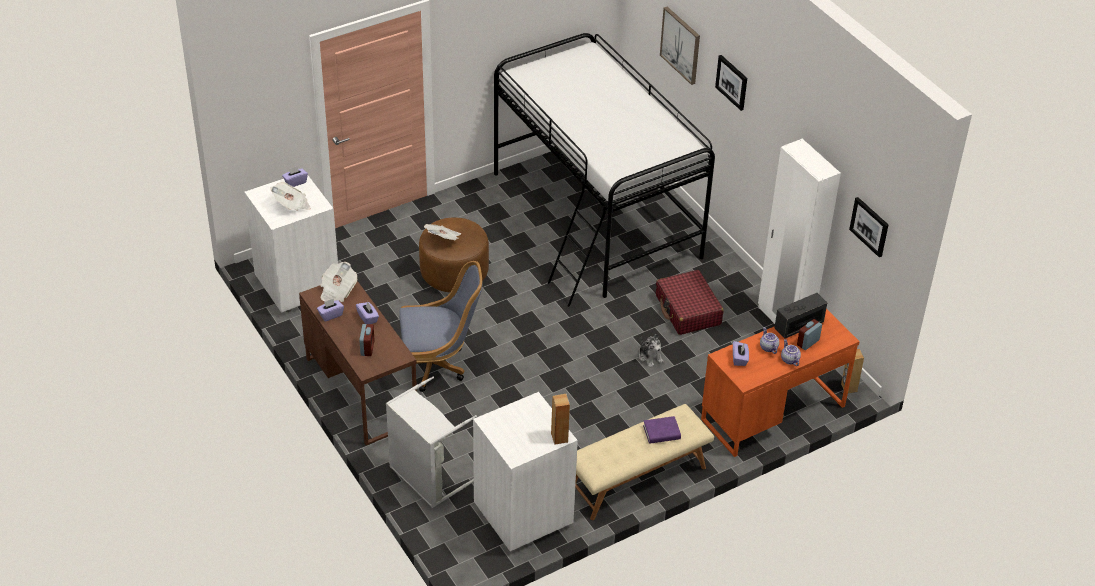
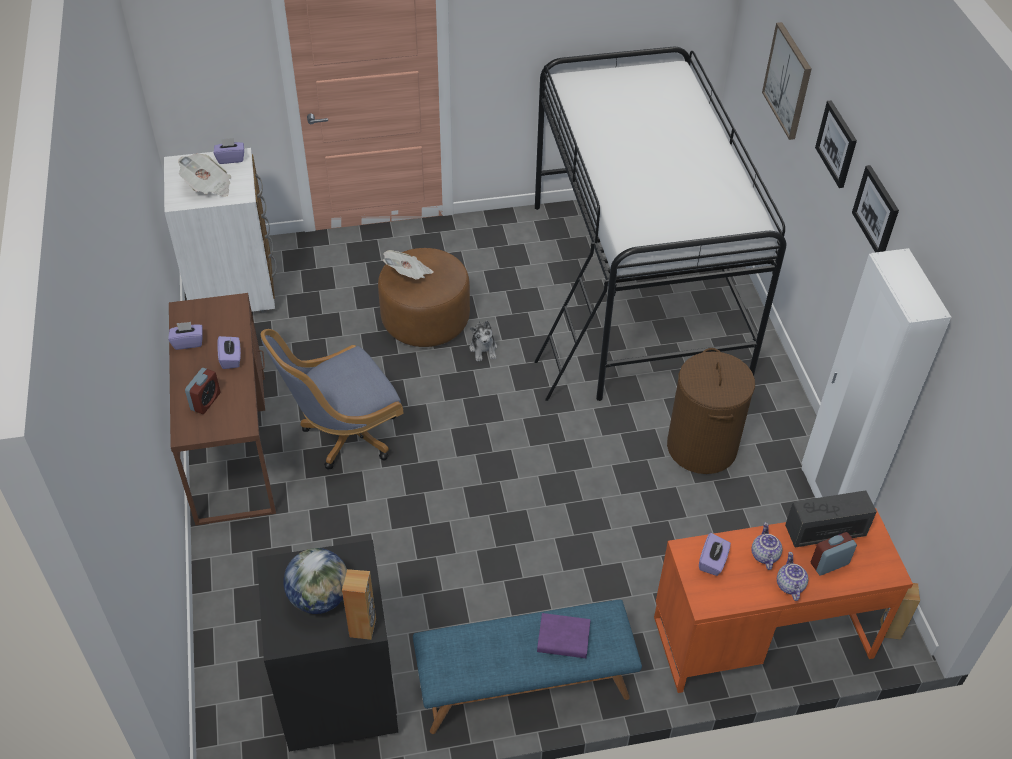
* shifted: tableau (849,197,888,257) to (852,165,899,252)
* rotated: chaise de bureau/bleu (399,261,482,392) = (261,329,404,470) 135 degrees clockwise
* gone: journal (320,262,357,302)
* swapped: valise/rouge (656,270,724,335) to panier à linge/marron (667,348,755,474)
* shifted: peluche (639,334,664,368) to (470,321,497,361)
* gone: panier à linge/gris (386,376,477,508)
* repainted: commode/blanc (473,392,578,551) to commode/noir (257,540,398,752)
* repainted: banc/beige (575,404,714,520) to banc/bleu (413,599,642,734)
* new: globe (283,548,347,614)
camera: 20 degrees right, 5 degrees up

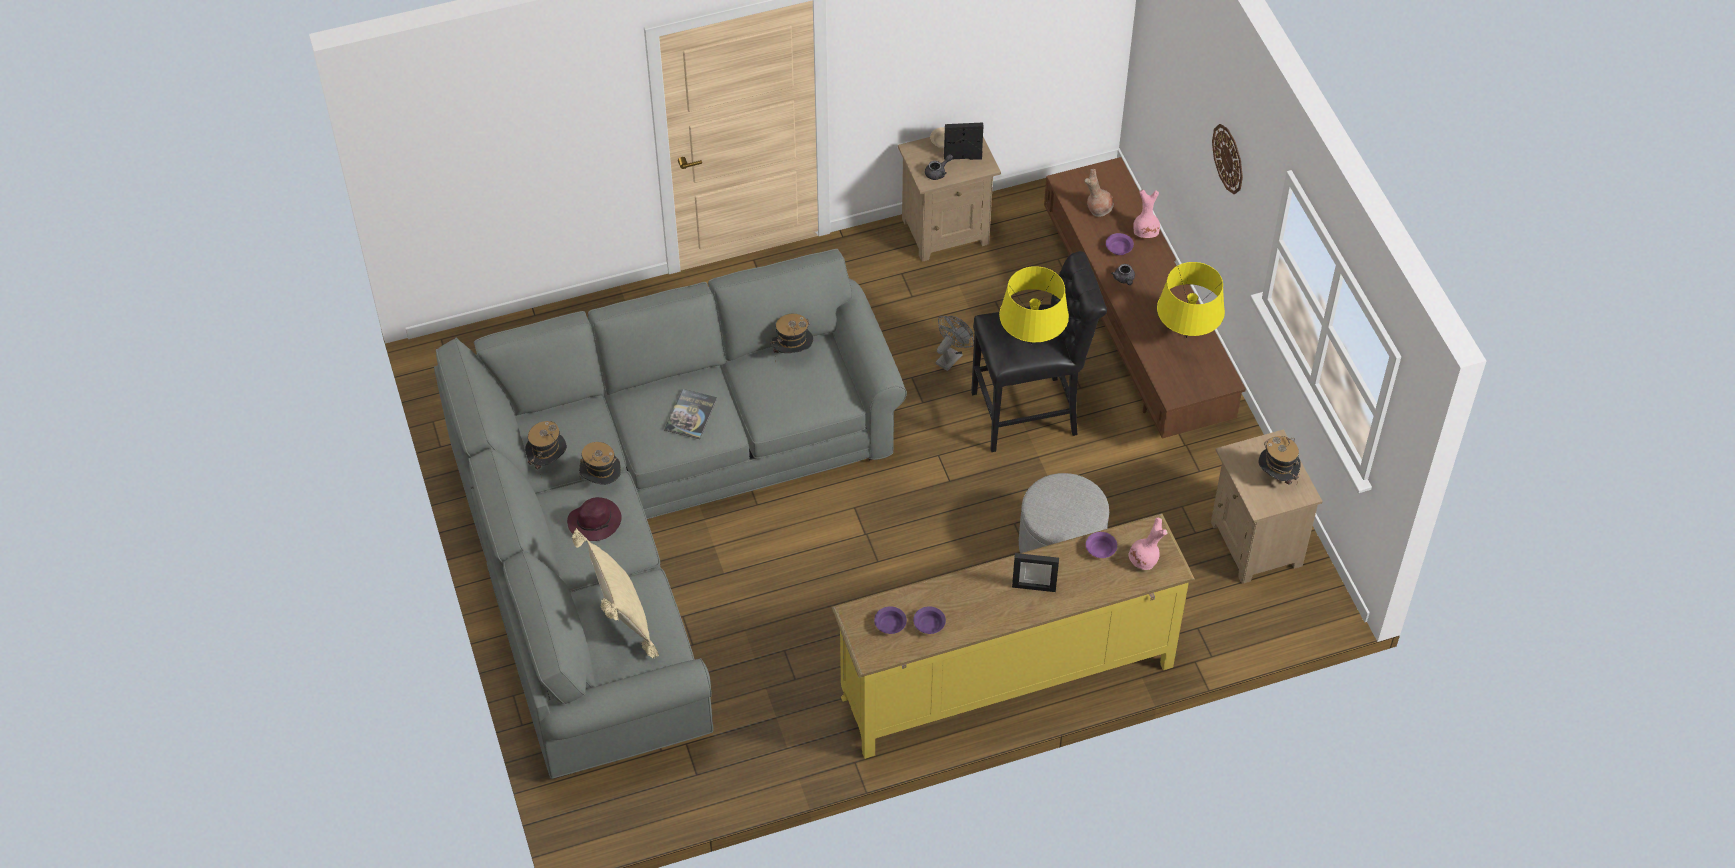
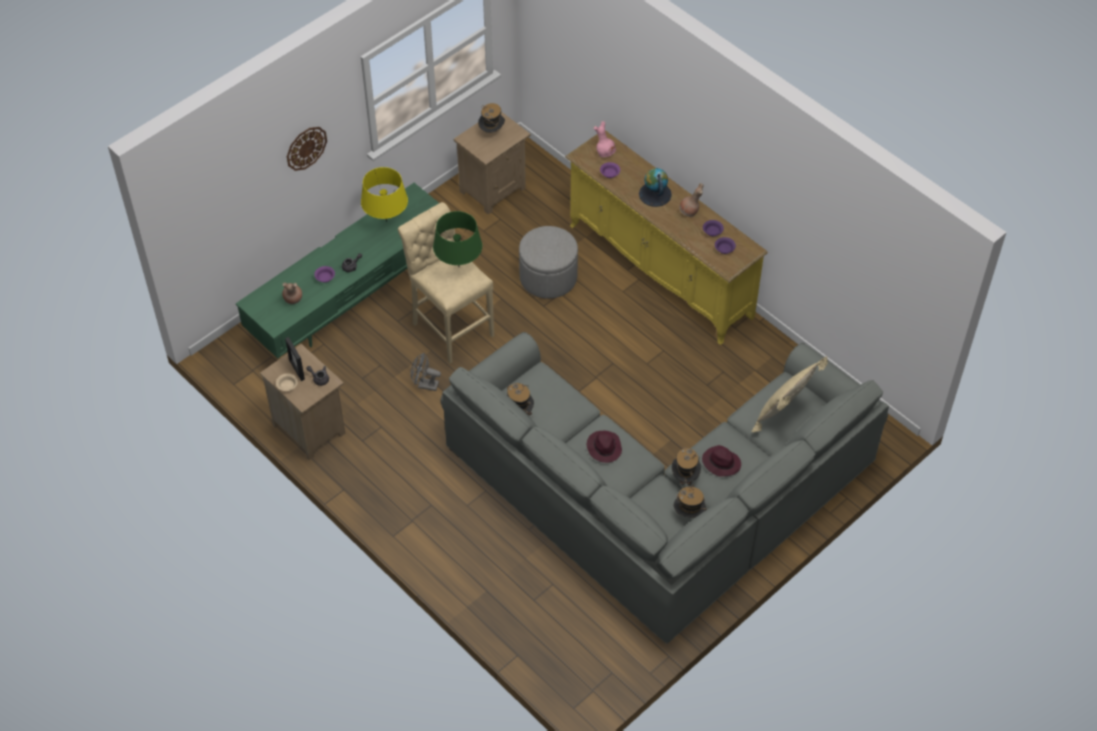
* repainted: meuble télé/marron (1044,157,1246,439) to meuble télé/vert (236,183,439,358)
* gone: vase/rose (1133,189,1160,238)
* repainted: tabouret/noir (971,251,1107,452) to tabouret/beige (398,202,494,364)
* repainted: lampe de table/jaune (999,266,1069,345) to lampe de table/vert (433,211,482,265)
* swapped: livre (664,389,717,439) to chapeau/violet (587,431,622,463)
* swapped: cadre photo (1012,553,1059,592) to globe (639,168,672,207)
* new: vase/marron (679,183,704,217)
camera: 115 degrees left, 0 degrees up

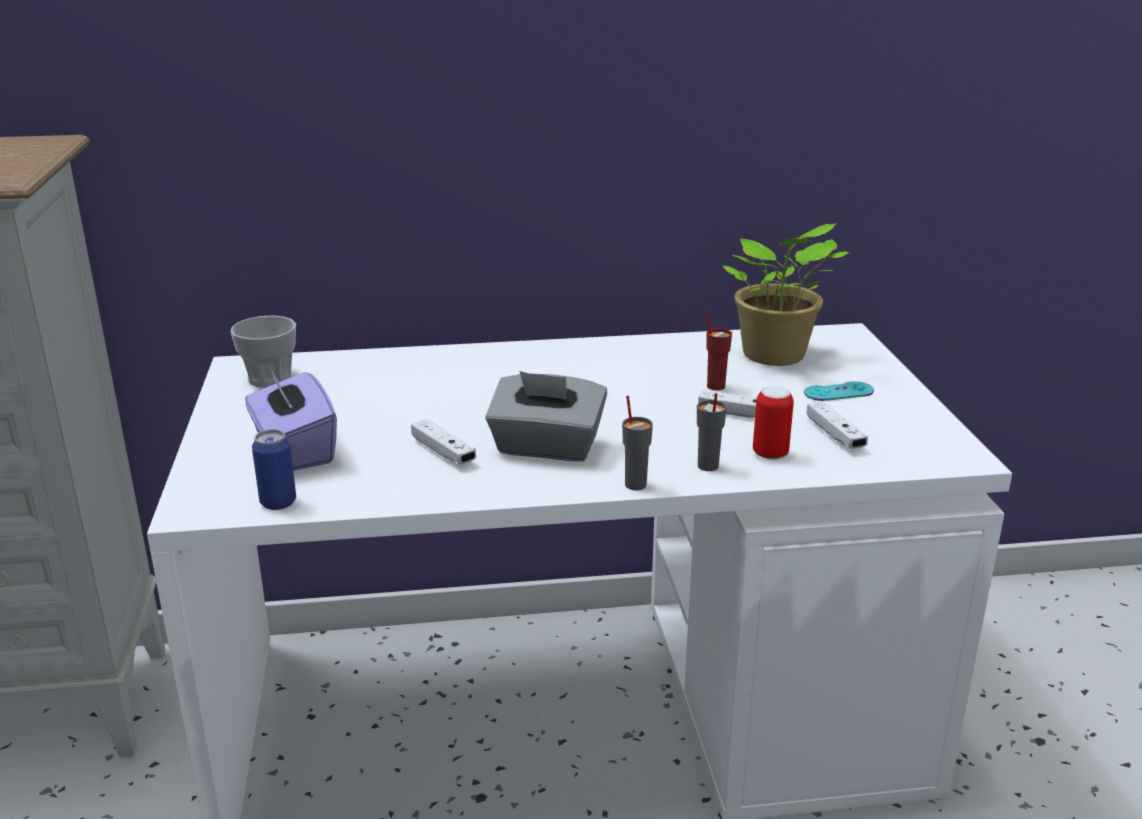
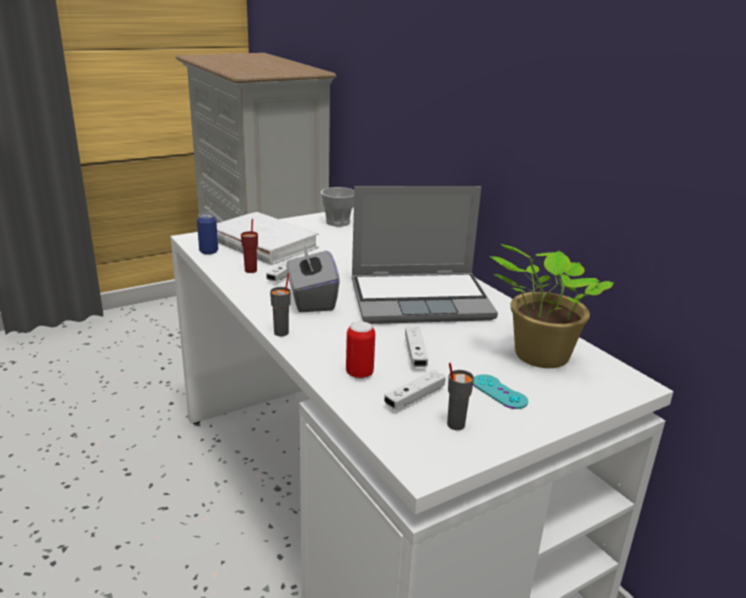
* shifted: tasse/rouge (706,311,732,391) to (241,219,258,273)
* swapped: boîte à mouchoirs/violet (245,365,337,471) to livre/blanc (217,212,319,265)
* shifted: tasse/gris (697,393,727,471) to (447,363,474,430)
* new: ordinateur portable (352,186,498,324)
camera: 65 degrees right, 0 degrees up

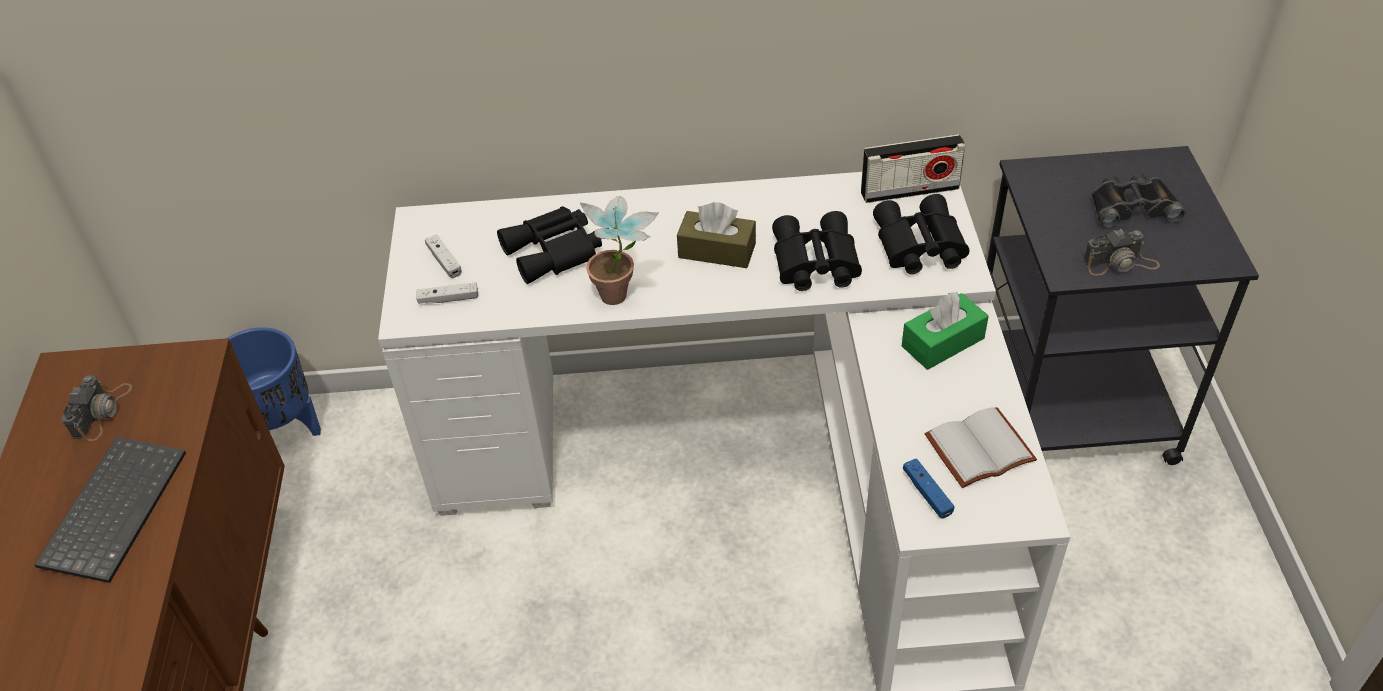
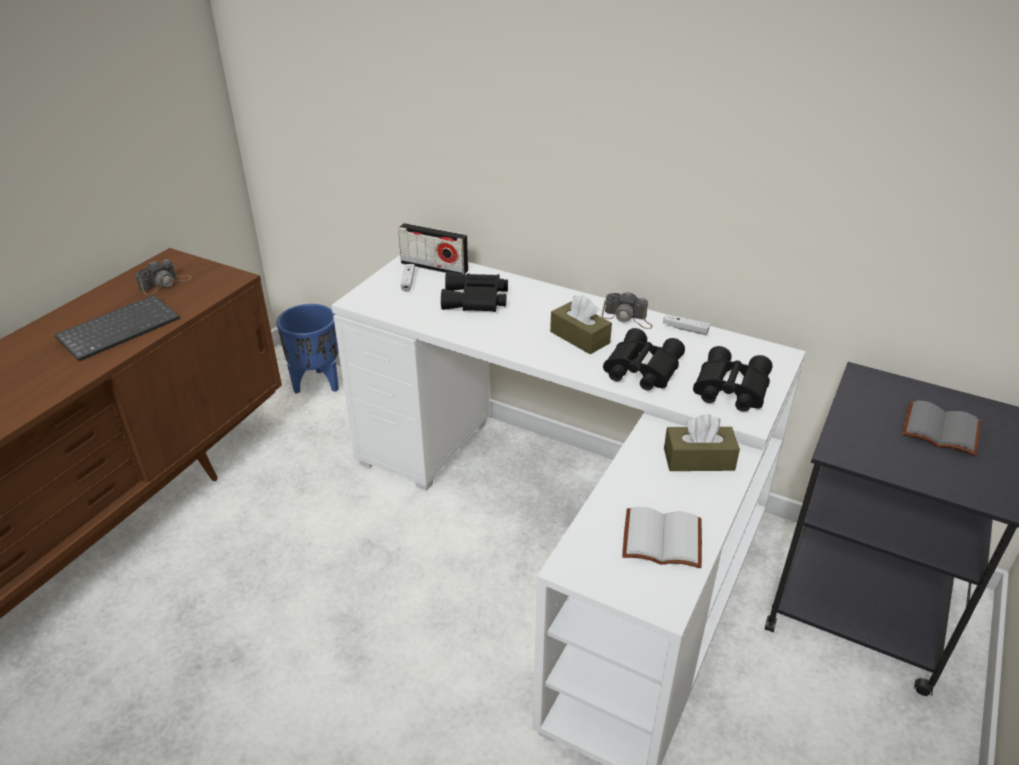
* shifted: radio (861,134,965,203) to (398,223,469,274)
* swapped: jumelles/noir (1092,173,1186,228) to livre/gris (902,400,981,456)
* gone: plante en pot (580,196,659,305)
* shifted: appareil photo (1083,229,1160,276) to (601,291,653,329)
* shifted: manette/blanc (416,282,478,304) to (663,314,710,335)
* repainted: boîte à mouchoirs/vert (902,292,989,370) to boîte à mouchoirs/marron (664,414,740,471)
* gone: manette/bleu (903,458,955,519)
camera: 30 degrees right, 10 degrees down

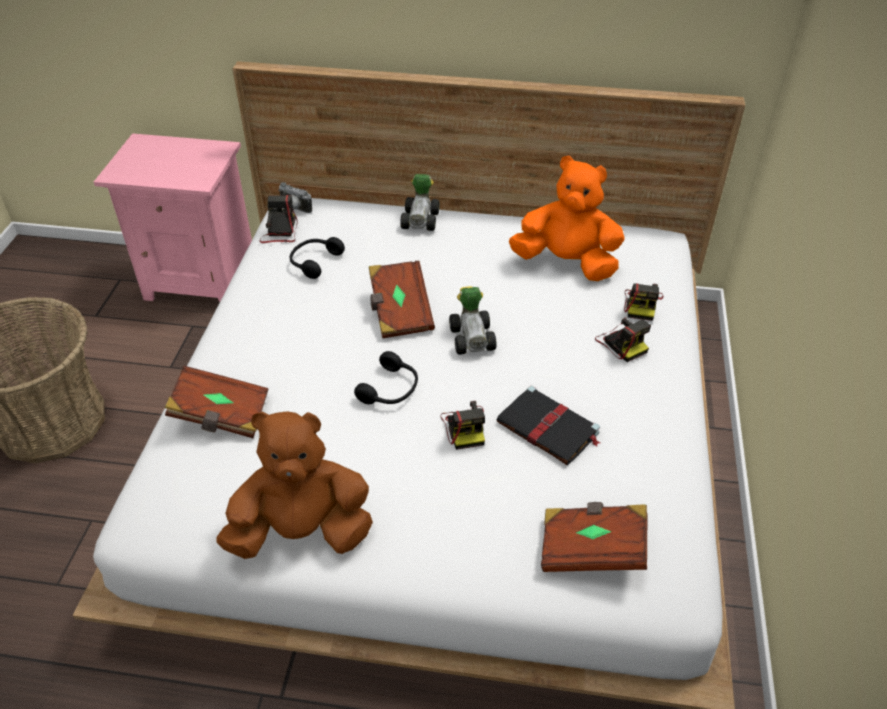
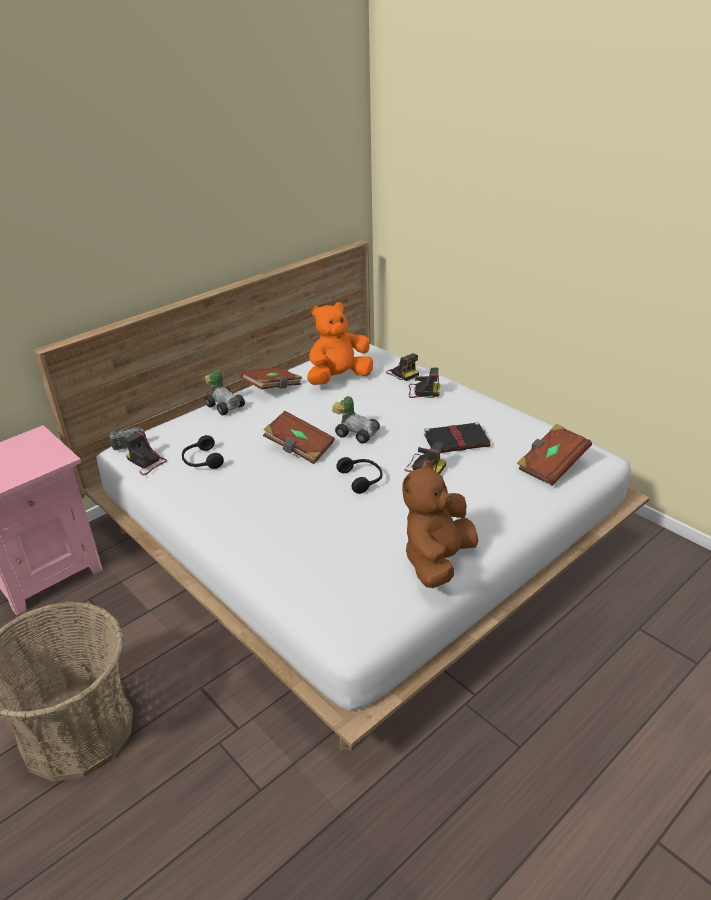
* shifted: livre/marron (165,366,269,438) to (239,367,303,390)
camera: 50 degrees left, 10 degrees down

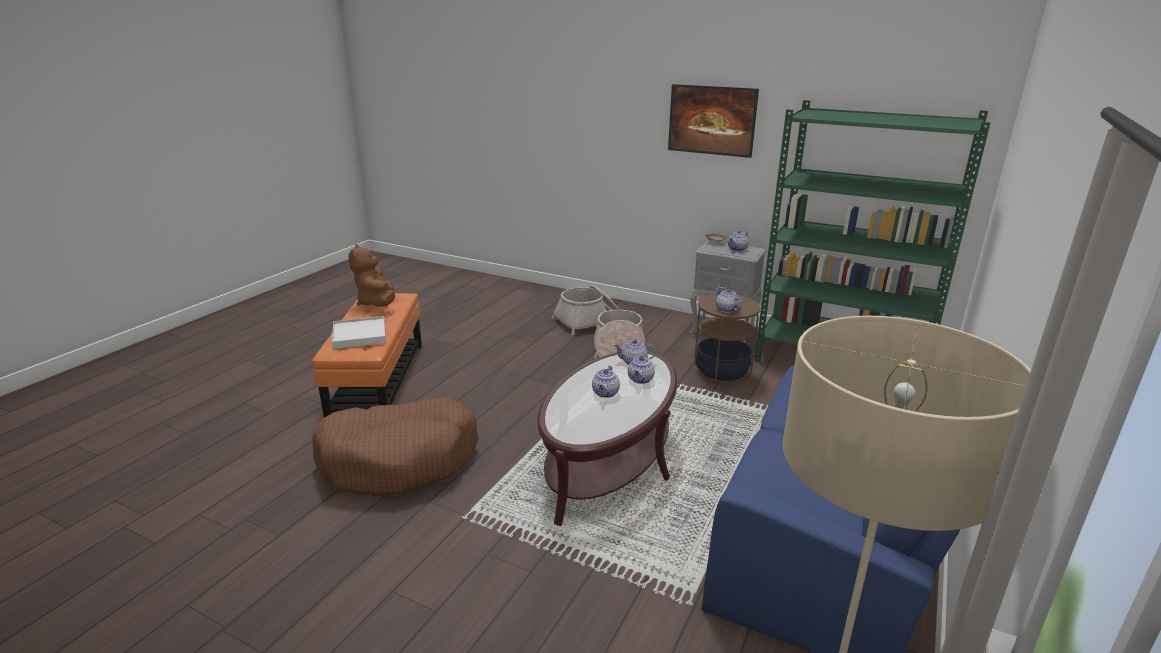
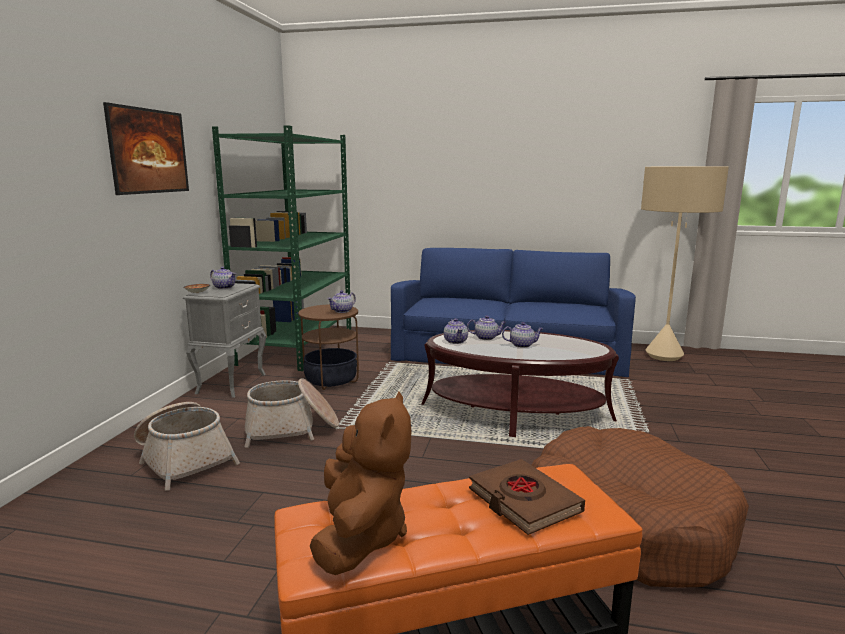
* rotated: peluche/marron (349,244,395,307) = (310,392,411,575) 60 degrees counterclockwise
* swapped: plateau/blanc (331,316,386,349) to livre/marron (469,459,585,535)
camera: 105 degrees left, 10 degrees down

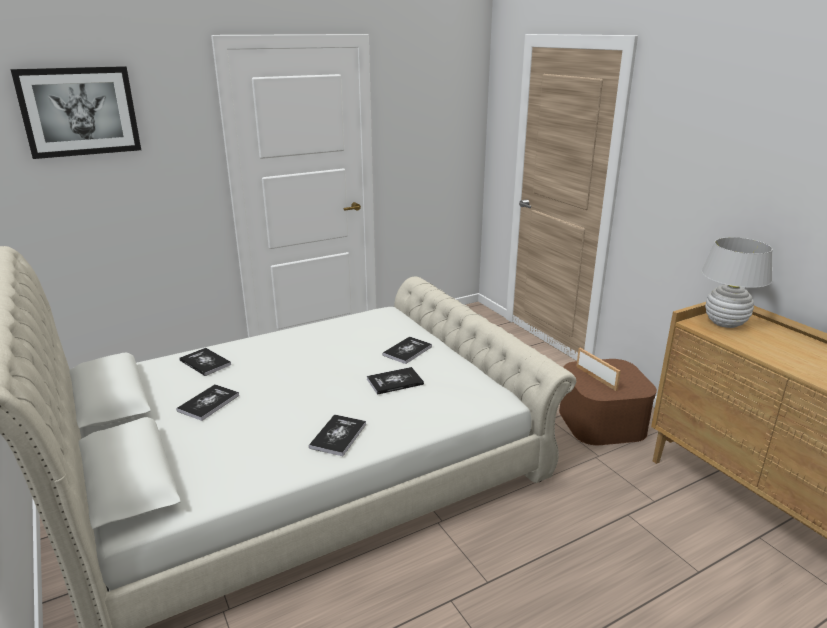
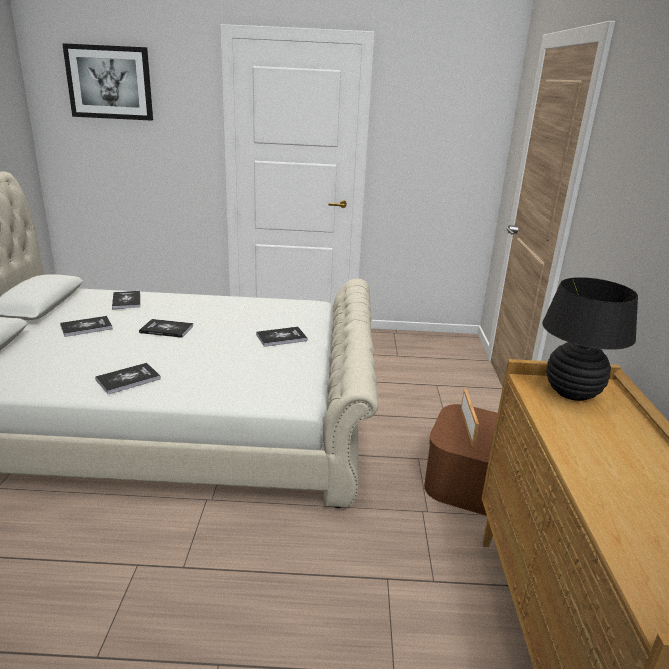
* repainted: lampe de table/blanc (702,237,773,328) to lampe de table/noir (542,277,638,401)
* shifted: livre (367,367,424,395) to (139,319,193,338)
camera: 30 degrees right, 0 degrees up

